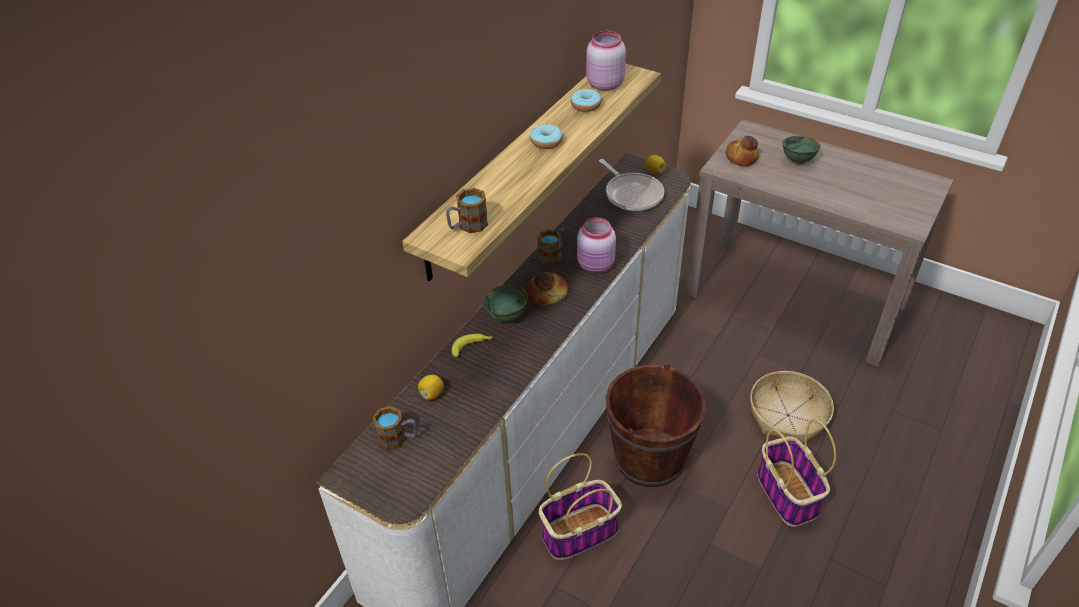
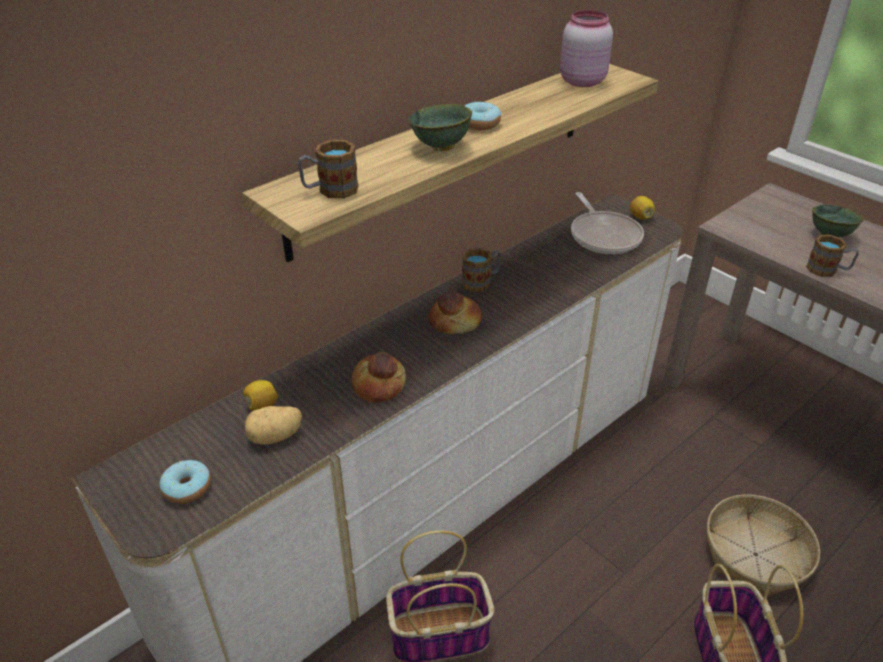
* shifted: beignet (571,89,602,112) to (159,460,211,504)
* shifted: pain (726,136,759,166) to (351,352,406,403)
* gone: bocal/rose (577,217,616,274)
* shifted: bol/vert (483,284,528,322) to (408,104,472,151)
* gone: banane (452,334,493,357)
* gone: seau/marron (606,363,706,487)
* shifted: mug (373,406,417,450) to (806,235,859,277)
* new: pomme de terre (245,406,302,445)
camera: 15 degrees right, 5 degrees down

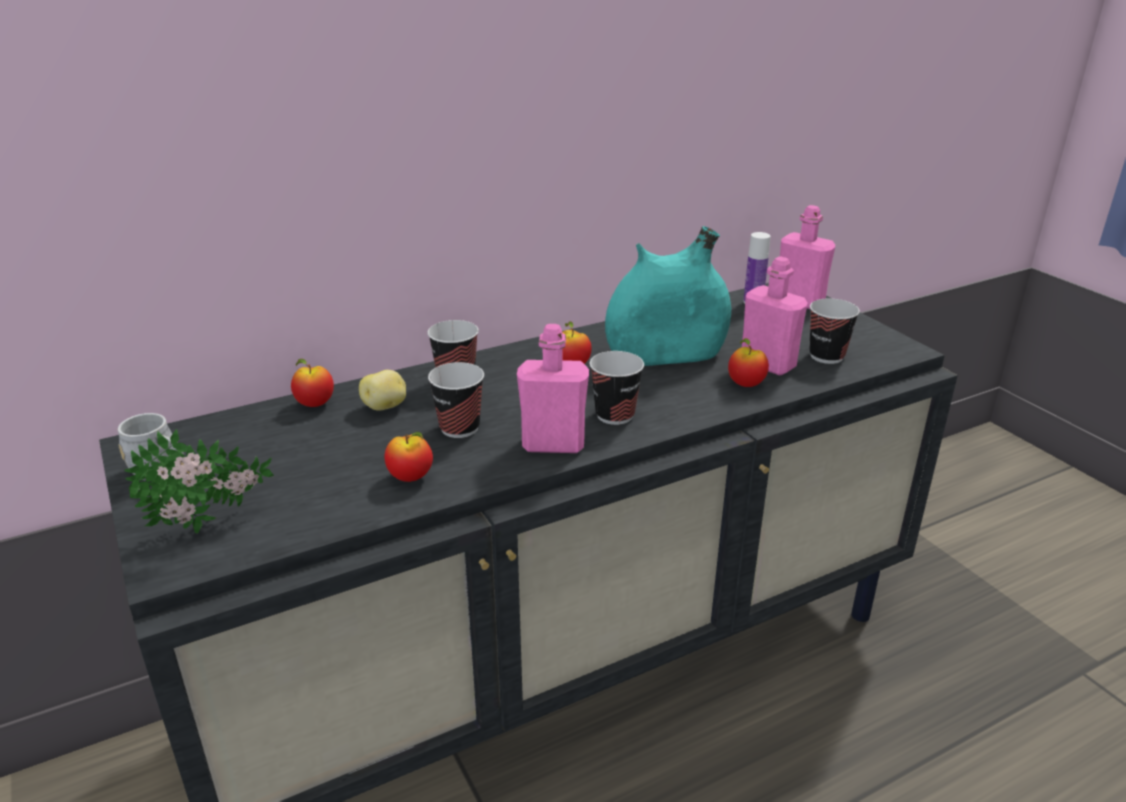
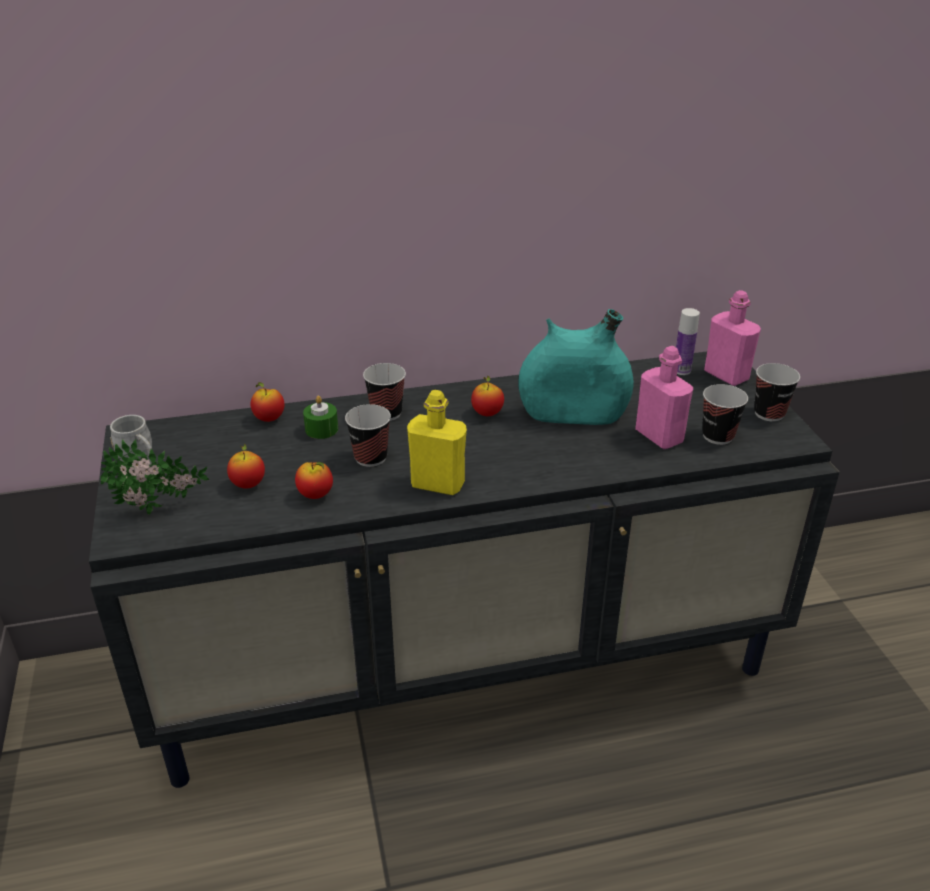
* repainted: bouteille/rose (517,324,589,453) to bouteille/jaune (407,390,467,495)
* shifted: pomme (728,338,769,387) to (227,444,265,489)
* shifted: tasse (590,351,644,425) to (754,363,800,422)
* swapped: pomme de terre (359,370,406,411) to bougie/vert (303,396,338,439)
camera: 15 degrees right, 5 degrees up

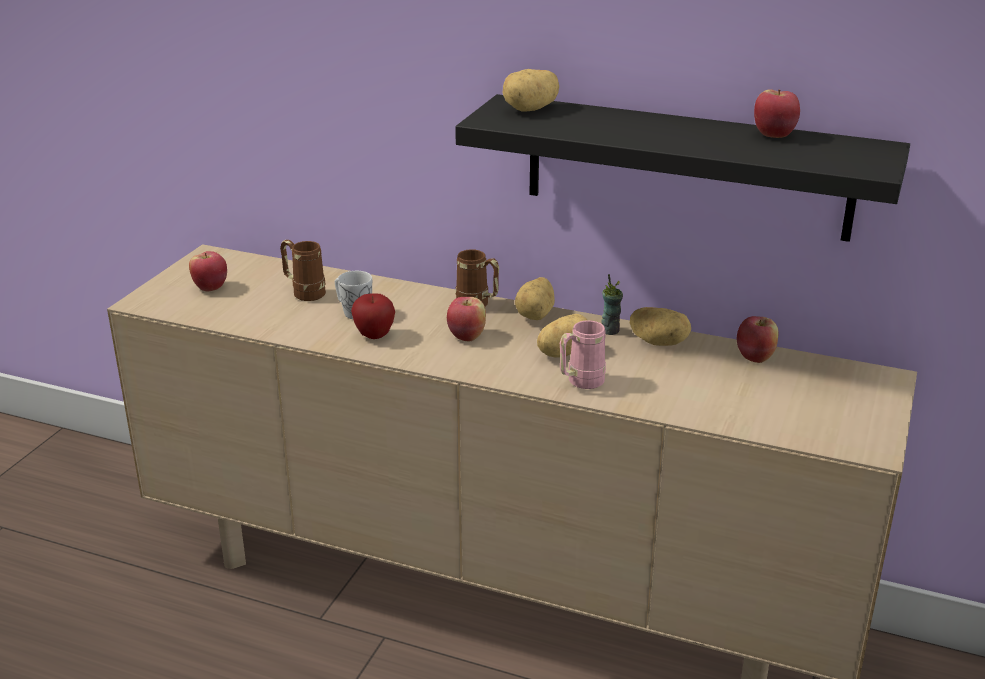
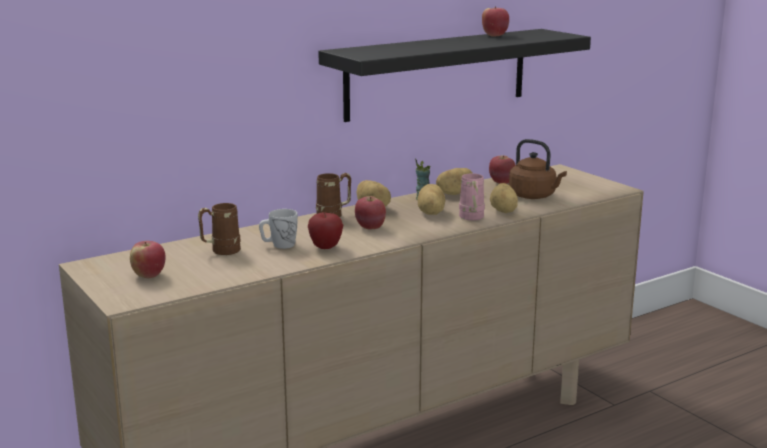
* shifted: pomme de terre (503,69,559,112) to (490,183,518,213)
* new: bouilloire/marron (509,139,567,199)
camera: 55 degrees left, 10 degrees down

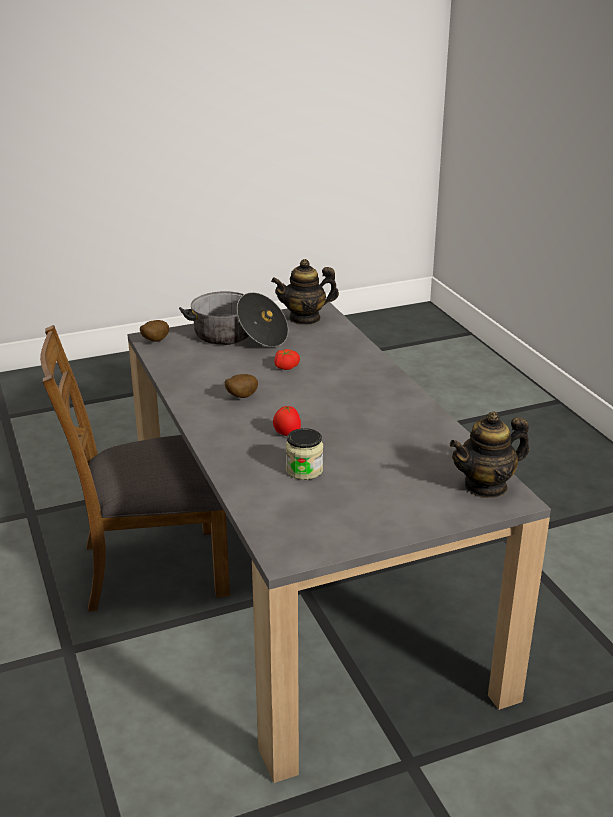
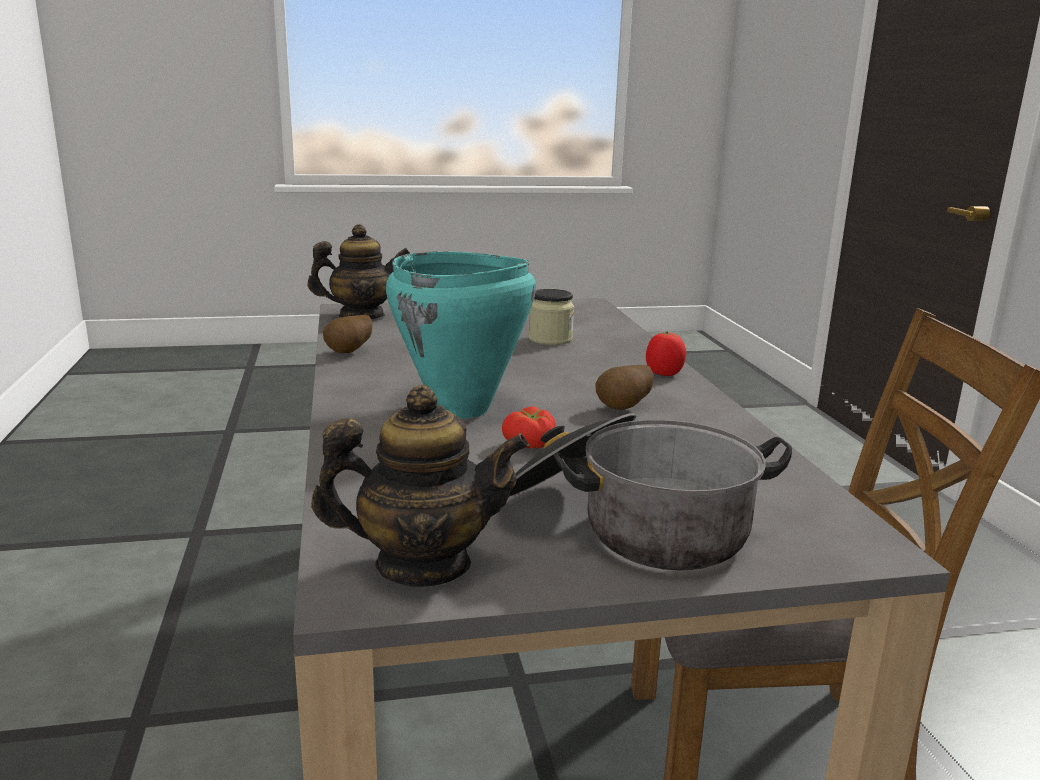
* shifted: pomme de terre (140,320,169,342) to (323,315,373,353)
* shifted: tomate (273,405,301,436) to (646,331,686,376)
* new: marmite/turquoise (386,251,536,419)
camera: 170 degrees left, 10 degrees down

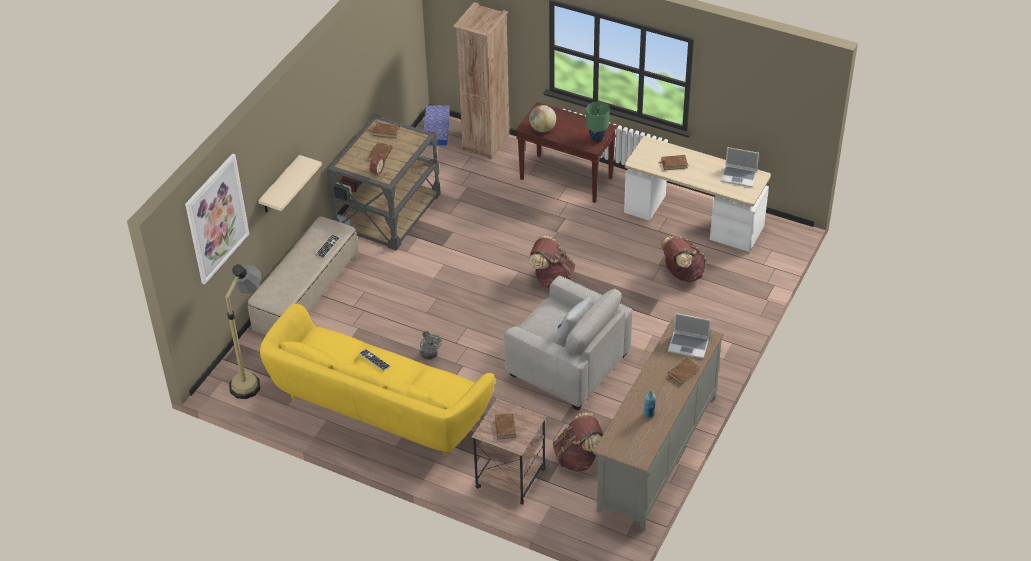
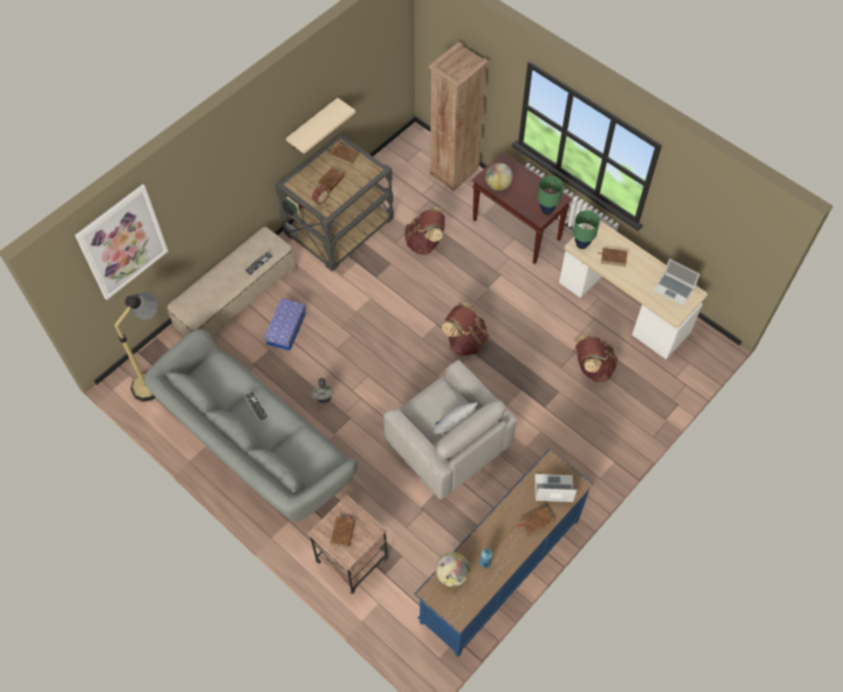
* shifted: boîte de rangement (424,105,450,146) to (264,298,306,351)
* shifted: étagère/beige (258,155,322,213) to (286,98,356,154)
* repainted: canapé/jaune (260,304,495,457) to canapé/gris (144,329,358,522)
* rotated: ordinateur portable (668,313,711,359) = (535,474,577,502) 150 degrees clockwise
* repainted: meuble de rangement/gris (593,317,724,530) to meuble de rangement/bleu (414,449,593,657)
* shifted: sac à dos/marron (553,413,603,472) to (405,207,445,255)
* new: lampe de table/vert (573,210,600,249)
* new: globe (435,552,470,587)
camera: 15 degrees right, 15 degrees up

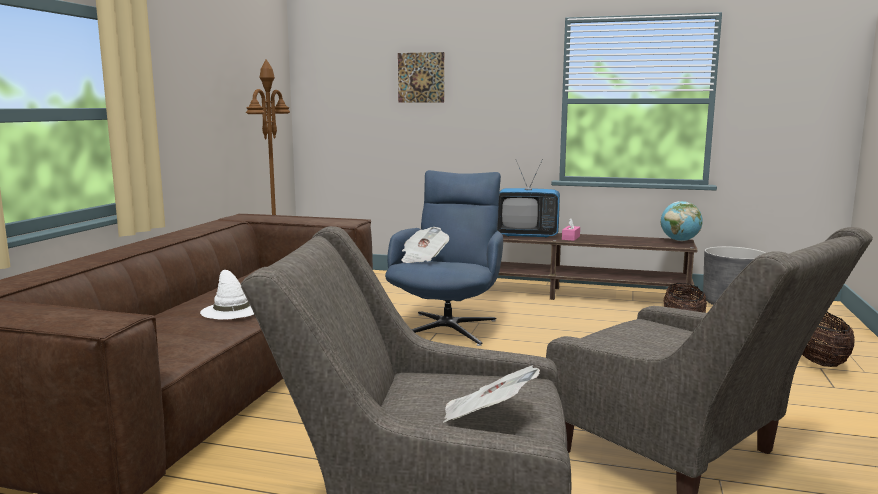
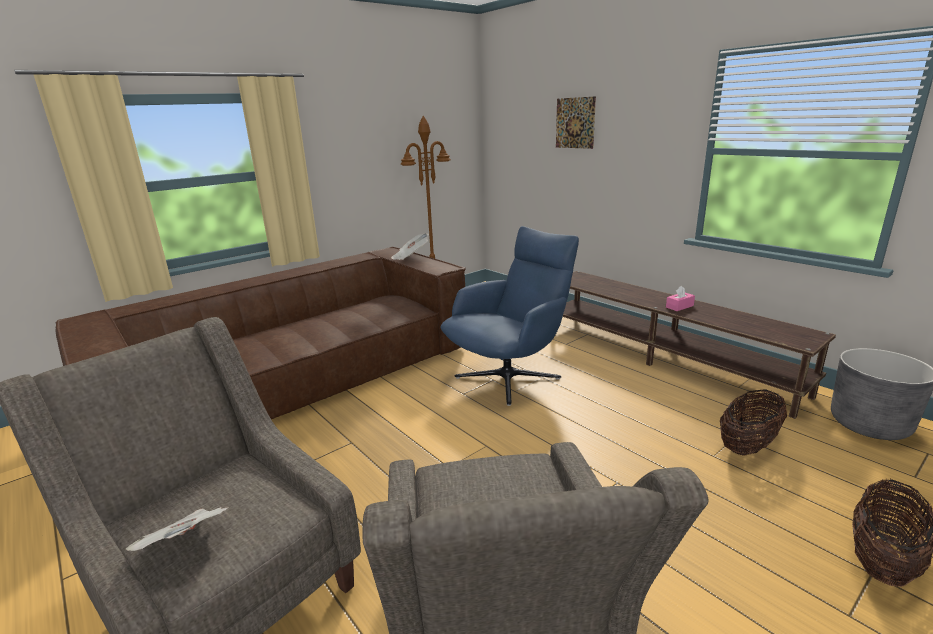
* gone: téléviseur (497,159,560,238)
* gone: globe (661,201,703,241)
* shifted: journal (401,227,449,263) to (391,233,429,260)
* gone: chapeau/blanc (200,270,254,320)
camera: 35 degrees right, 10 degrees up

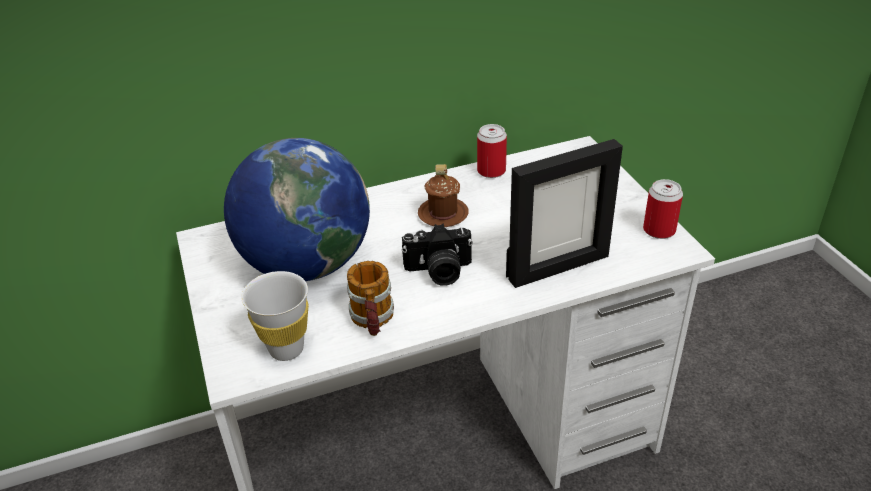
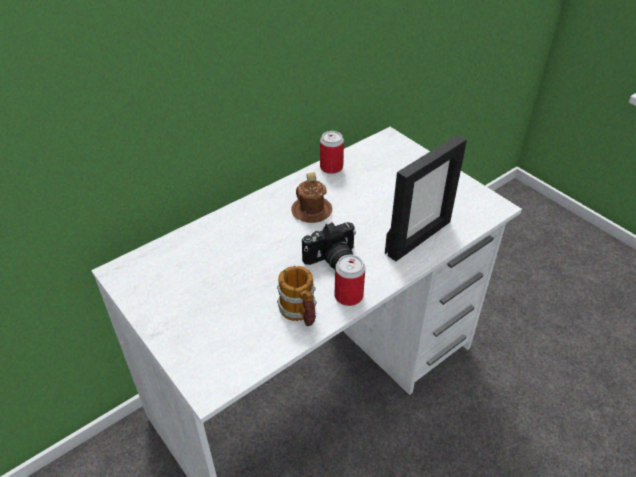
* gone: globe (224,138,370,281)
* shifted: boîte métallique (643,179,683,239) to (335,255,365,306)
* gone: tasse/blanc (241,271,308,361)
camera: 20 degrees left, 5 degrees up

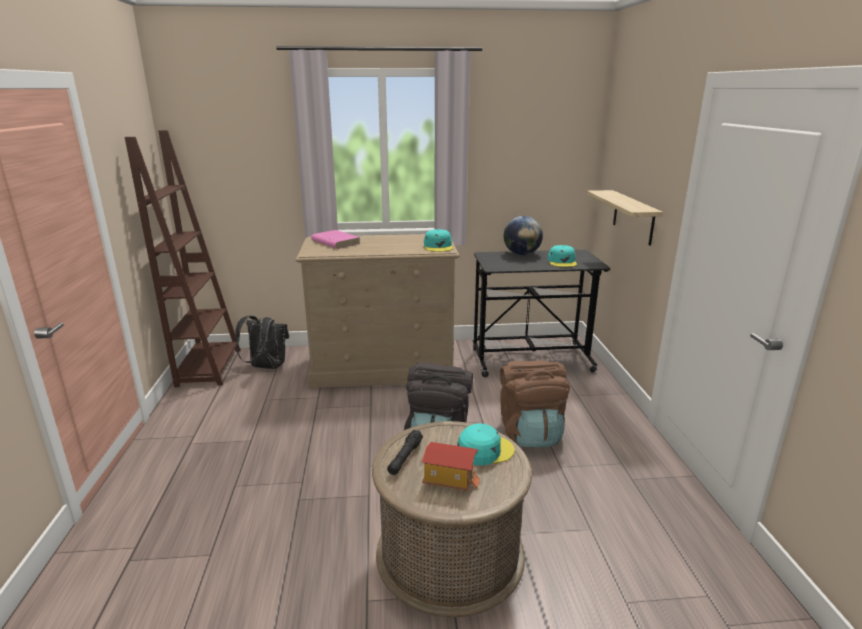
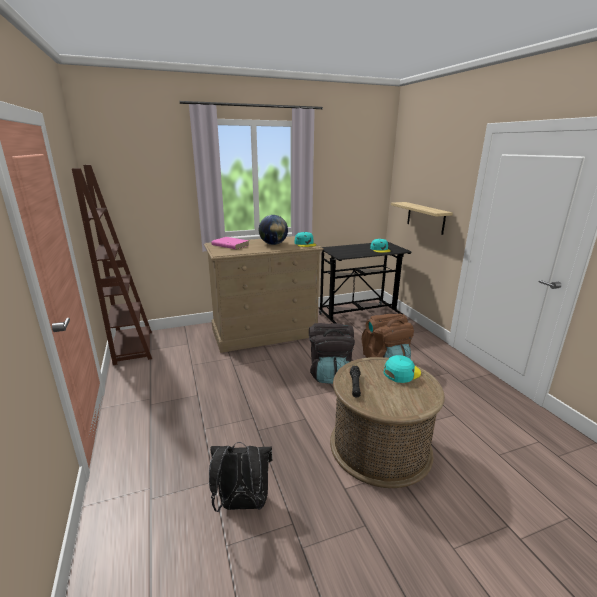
* shifted: globe (504,216,543,255) to (259,215,288,245)
* shifted: sac à dos/noir (235,315,289,369) to (209,442,272,512)
* gone: maison miniature (422,442,480,492)
camera: 15 degrees left, 0 degrees up

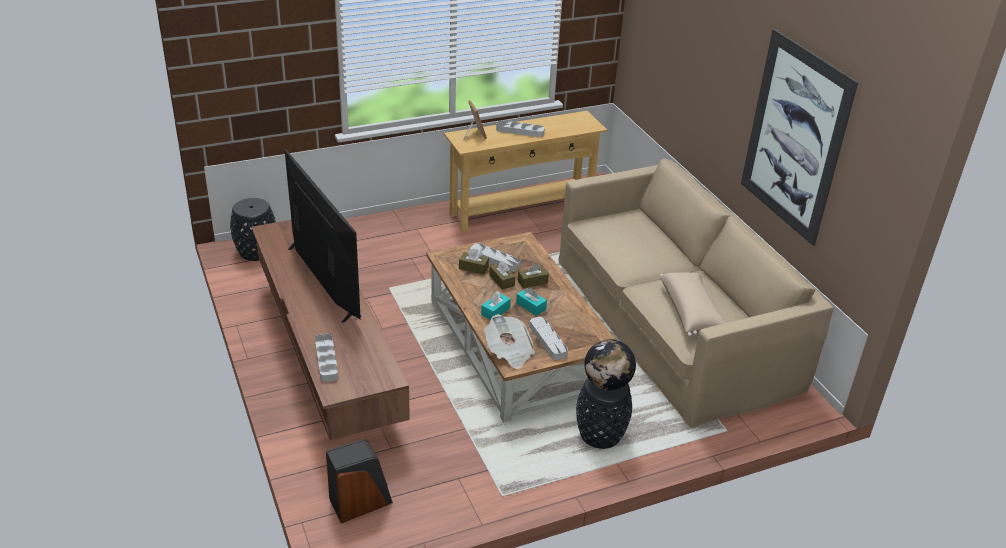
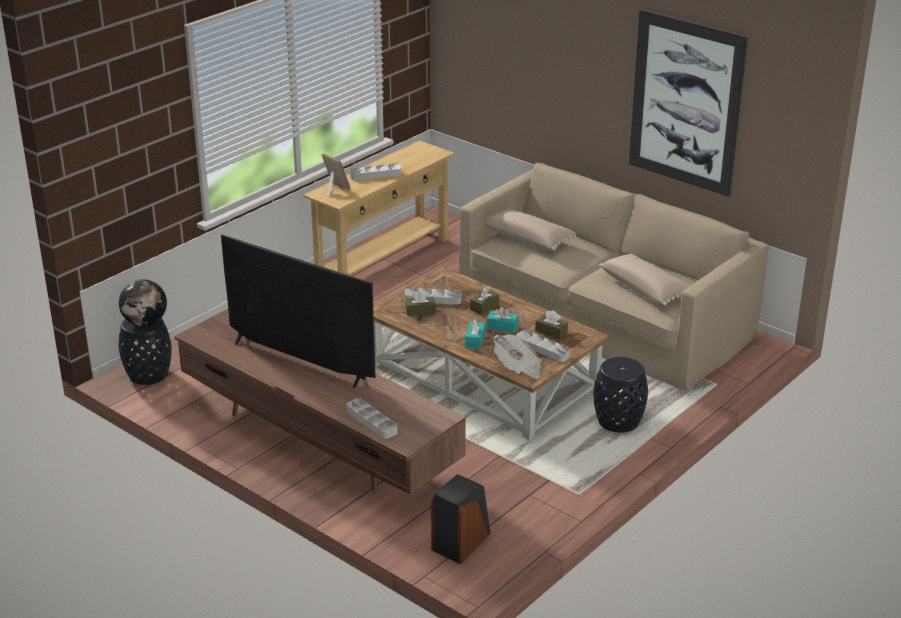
* shifted: boîte à mouchoirs/marron (489,261,515,290) to (535,310,568,340)
* shifted: globe (584,339,636,390) to (119,279,167,326)
* new: coussin/beige (485,209,577,251)
camera: 25 degrees left, 5 degrees down

